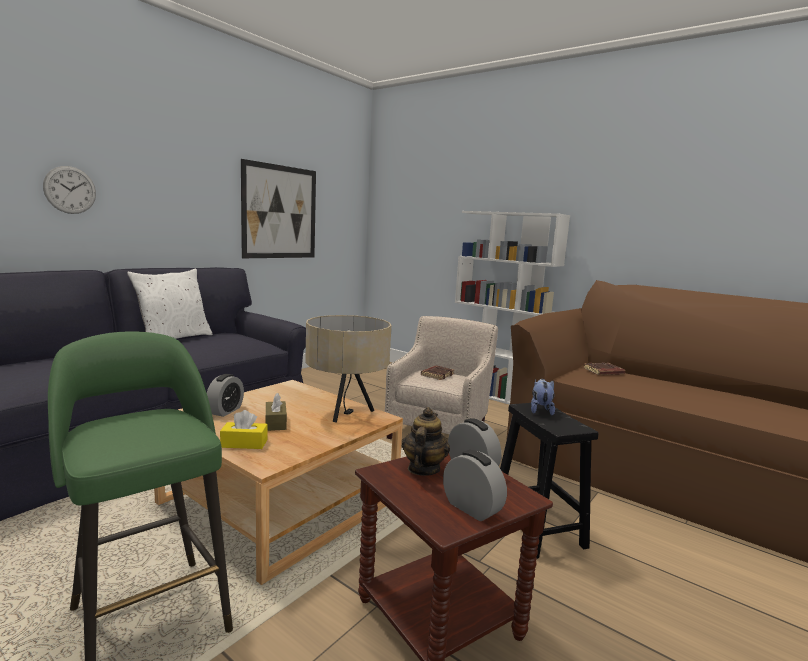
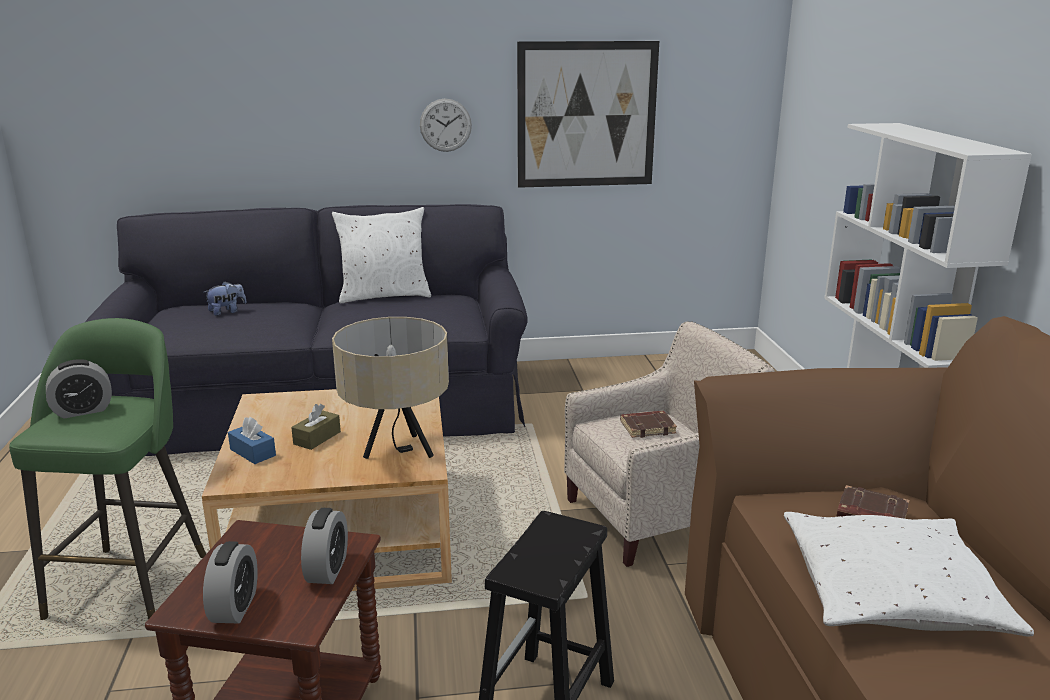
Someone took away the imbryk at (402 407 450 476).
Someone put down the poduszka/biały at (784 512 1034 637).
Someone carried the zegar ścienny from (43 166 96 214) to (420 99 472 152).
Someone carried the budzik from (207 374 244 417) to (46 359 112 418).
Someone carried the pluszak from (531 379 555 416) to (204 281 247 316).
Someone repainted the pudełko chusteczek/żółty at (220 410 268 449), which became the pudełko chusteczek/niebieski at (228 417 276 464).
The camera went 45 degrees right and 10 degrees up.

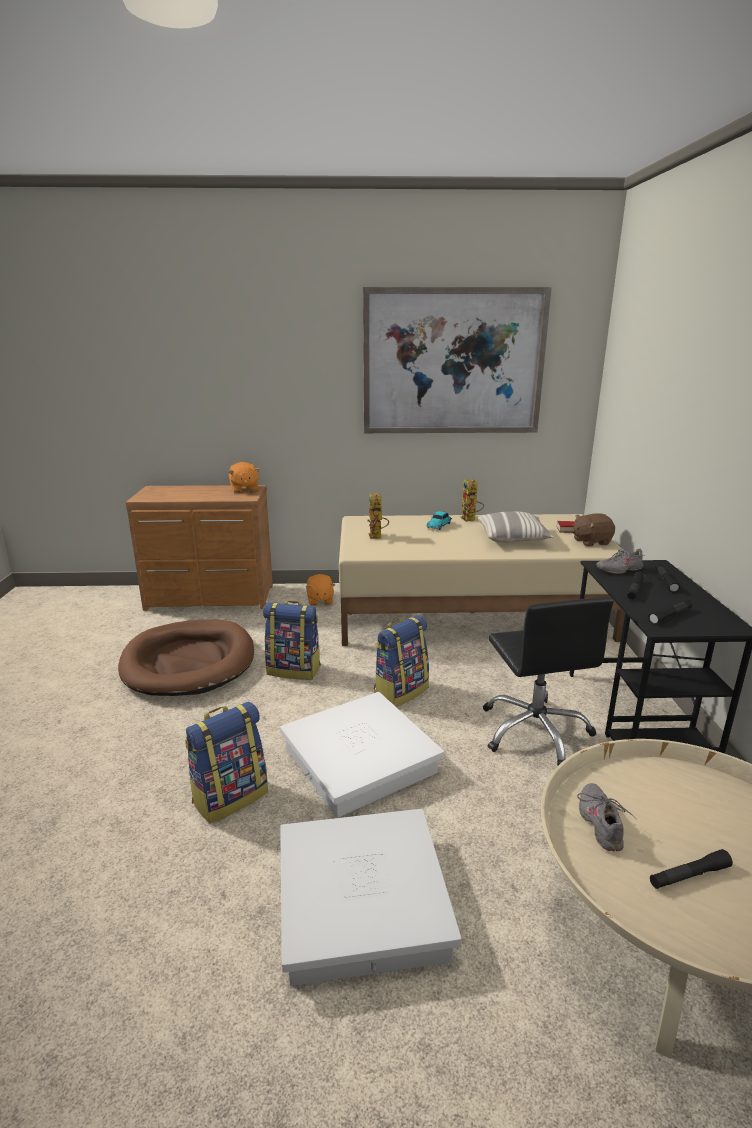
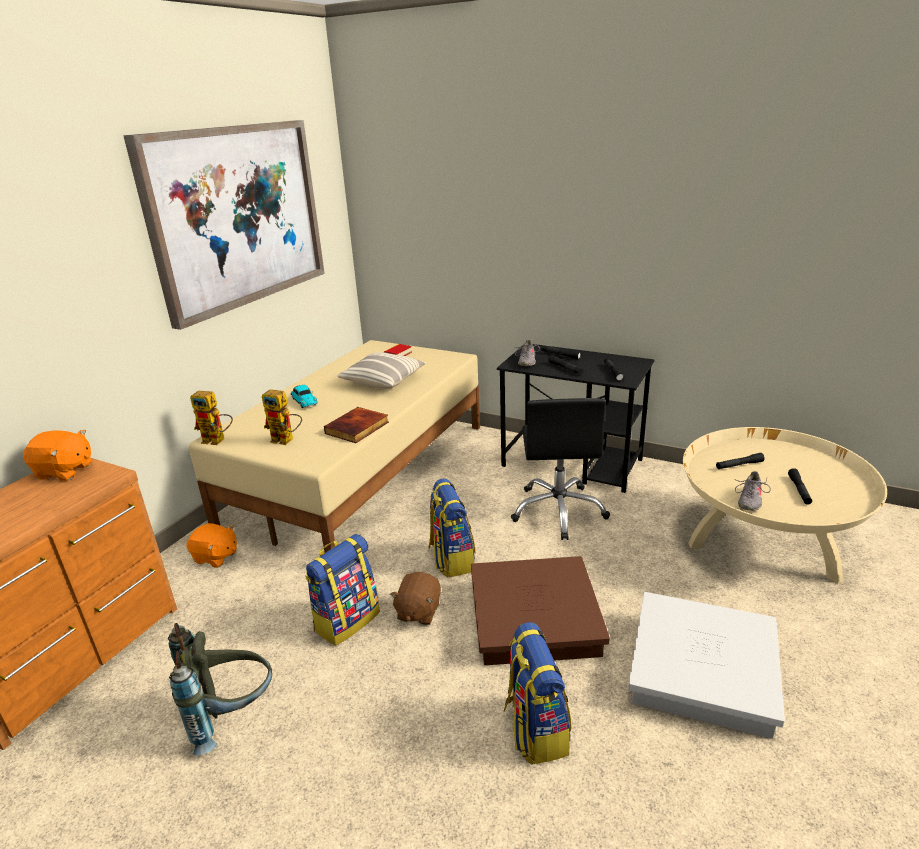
Someone put down the książka at (324 407 389 443).
Someone put down the latarka/czarny at (716 453 765 469).
Someone carried the robot zabawkowy from (461 479 484 522) to (190 391 233 445).
Someone carried the pluszak/brązowy from (572 513 615 547) to (390 572 441 625).
Someone swapped the legowisko/brązowy at (118 619 254 696) for the plecak/szary at (168 623 272 756).
Someone repainted the pojemnik do przechowywania/biały at (280 692 444 818), which became the pojemnik do przechowywania/brązowy at (471 556 610 665).
Someone rotated the krzesło biurowe/czarny at (483 597 614 766) by 75 degrees clockwise.
Someone rotated the but/szary at (577 783 637 851) by 90 degrees counterclockwise.
The camera went 60 degrees left and 5 degrees up.

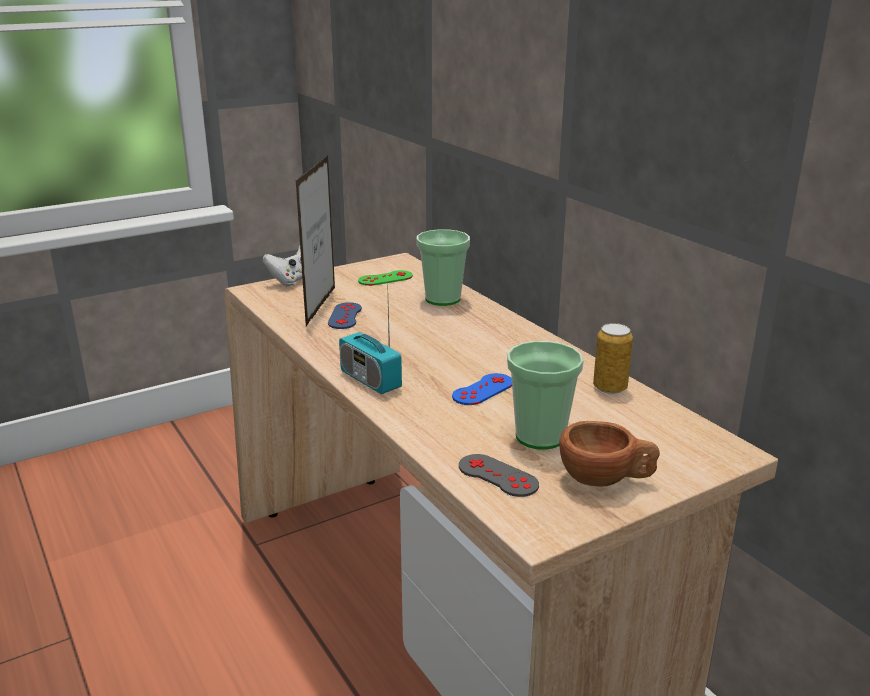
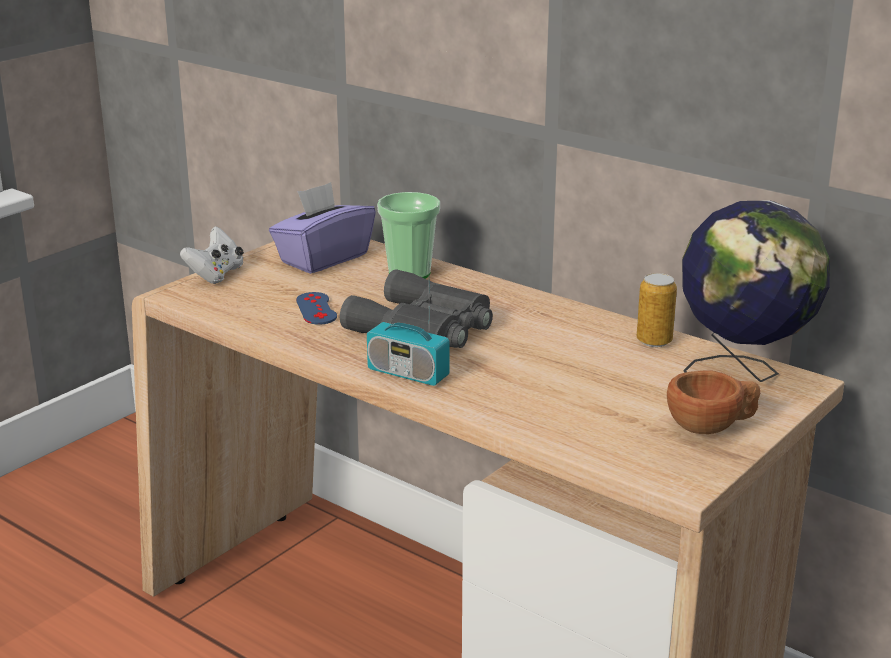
Someone took away the ramka na zdjęcie at (296 155 335 326).
Someone took away the pad do gier/niebieski at (452 373 512 405).
Someone took away the pad do gier/szary at (459 454 539 497).
Someone took away the filiżanka at (507 341 584 450).
Someone put down the lornetka/szary at (340 269 493 348).
Someone put down the globus at (682 200 830 382).
Someone swapped the pad do gier/zielony at (358 270 413 286) for the pudełko chusteczek/fioletowy at (269 182 376 274).
The camera went 20 degrees left and 0 degrees up.

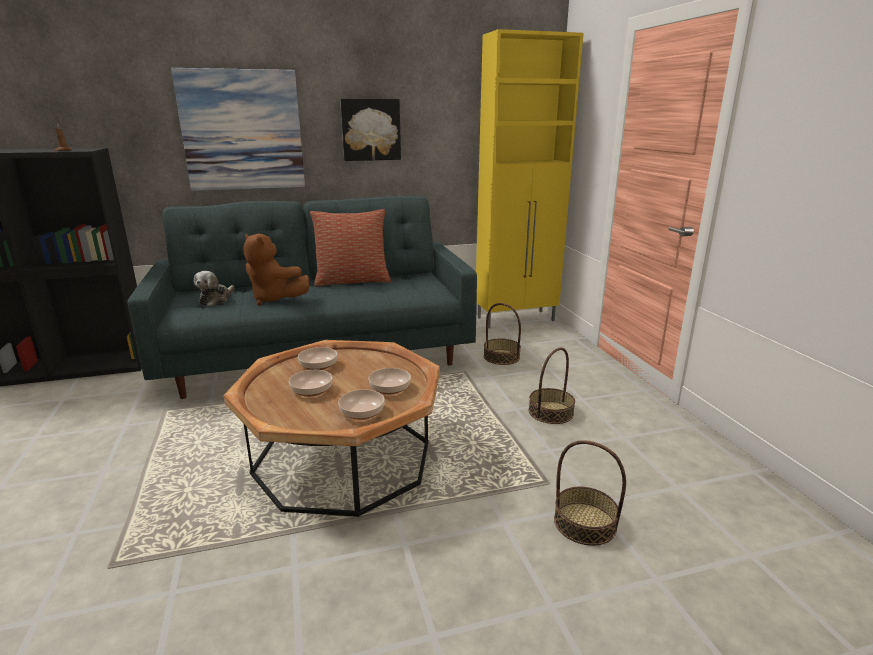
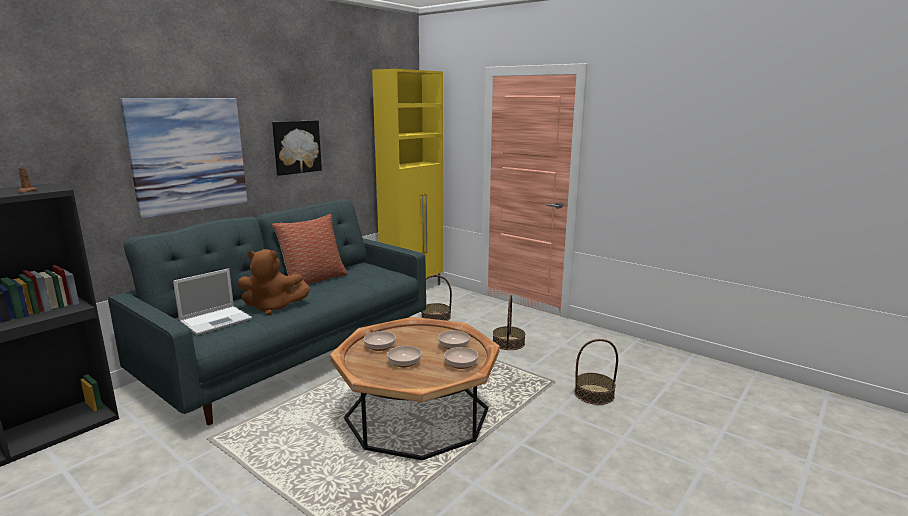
Someone swapped the pluszak at (194 271 234 306) for the laptop at (173 268 252 335).
The camera went 35 degrees left and 5 degrees down.

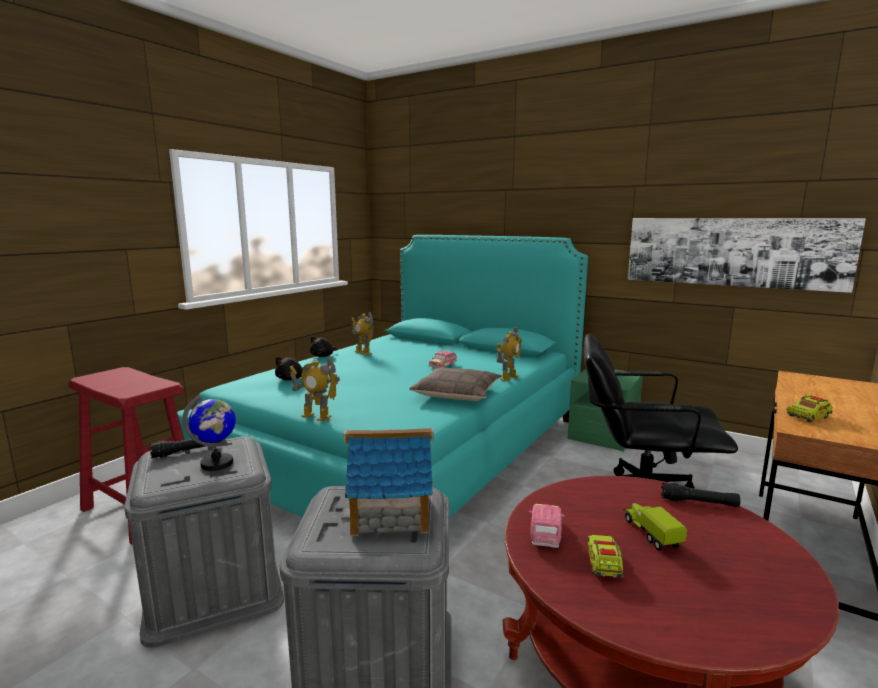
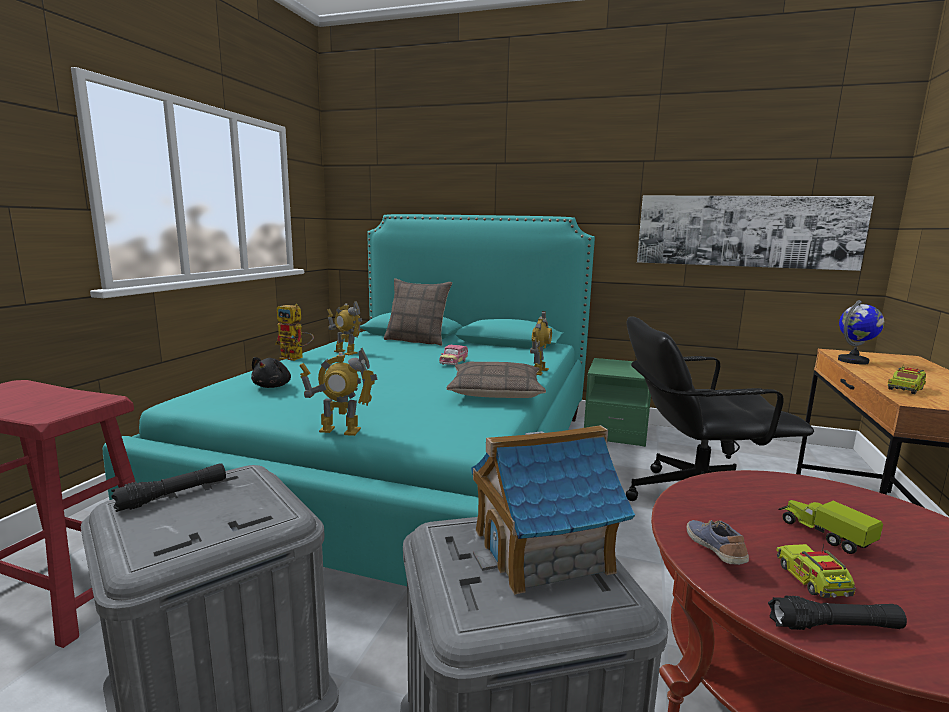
Someone put down the poduszka at (384 278 452 346).
Someone carried the globus from (183 395 236 471) to (838 300 884 365).
Someone carried the latarka/czarny from (661 483 740 507) to (768 596 907 630).
Someone swapped the pluszak/czarny at (310 337 337 357) for the robot zabawkowy at (275 304 314 361).
Someone swapped the samochodzik at (529 504 565 548) for the but at (687 520 749 565).
The camera went 15 degrees left and 0 degrees up.

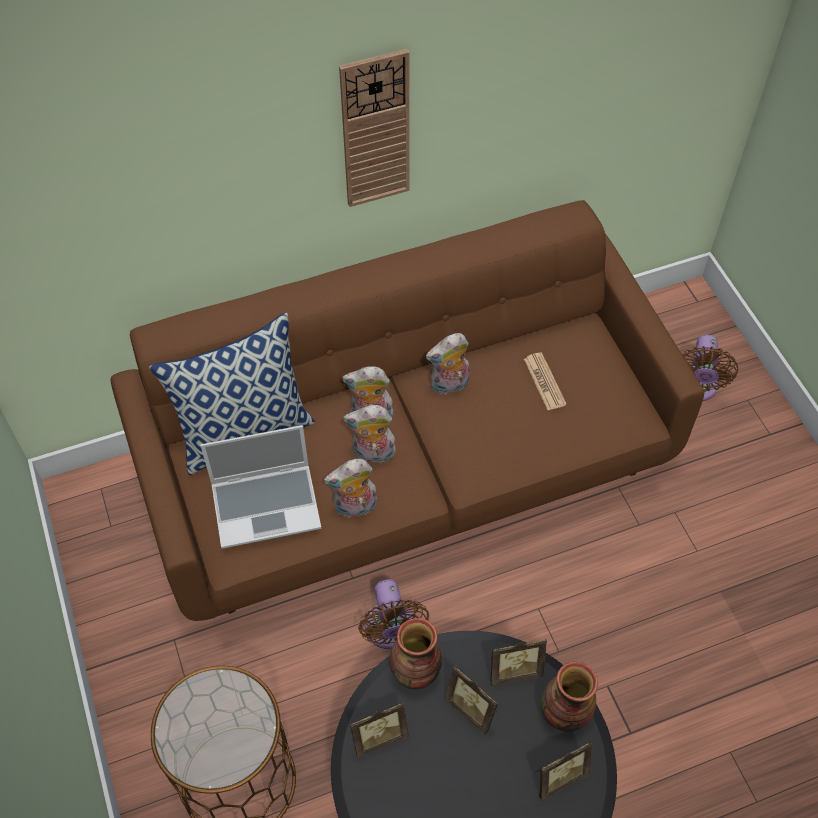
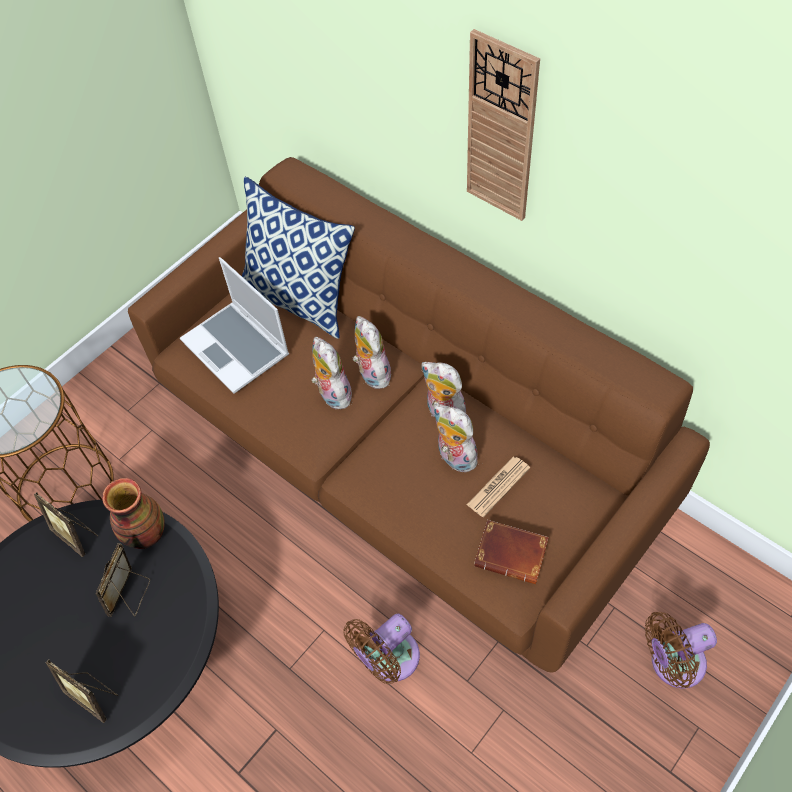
Someone took away the ramka na zdjęcie at (491 640 547 686).
Someone took away the wazon at (541 661 598 732).
Someone put down the książka/brązowy at (474 520 549 584).
Someone carried the pluszak from (324 459 377 518) to (433 404 483 473).
Someone carried the wentylator/brązowy from (358 579 429 649) to (344 614 420 684).
The camera went 65 degrees right and 0 degrees up.

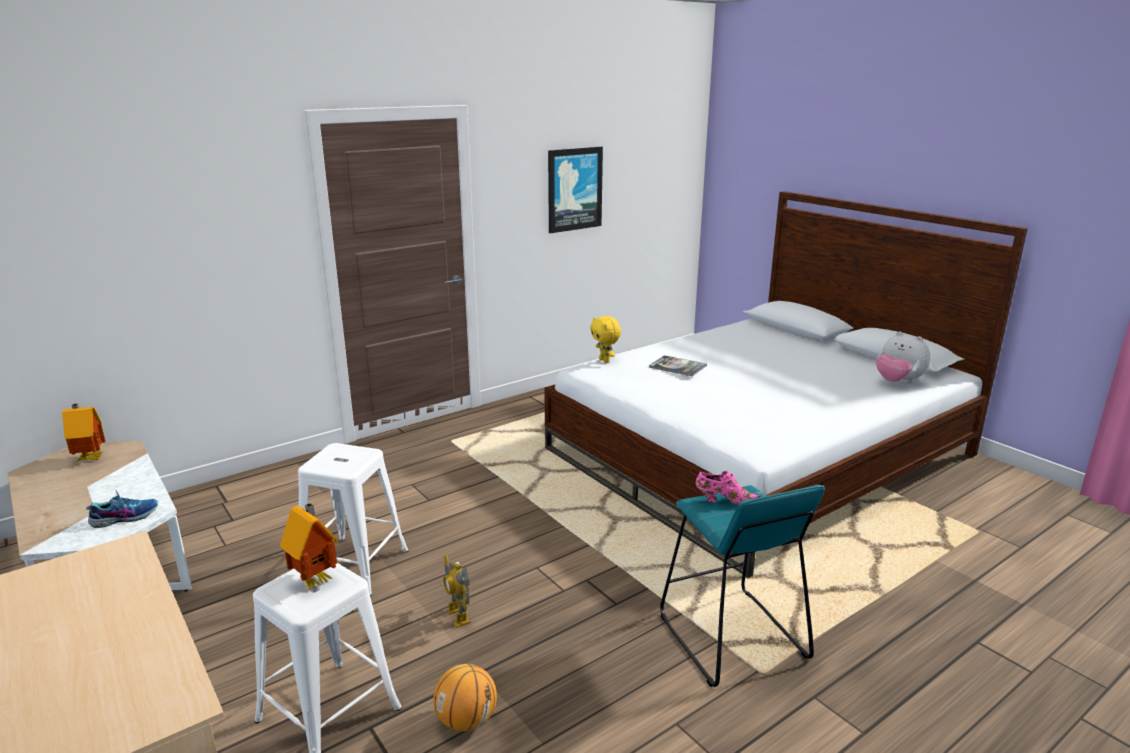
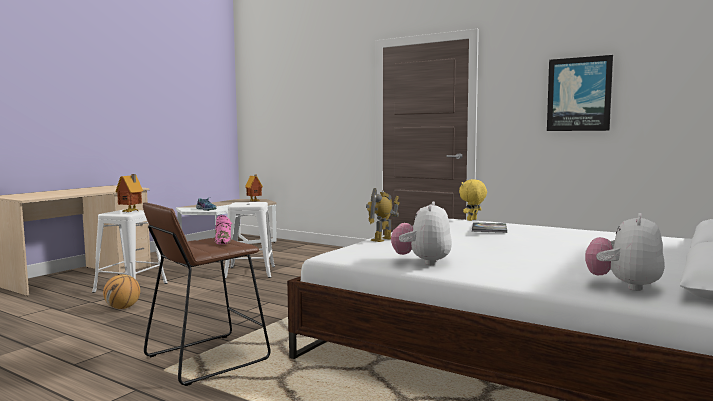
Someone put down the pluszak at (391 201 452 265).
Someone carried the robot zabawkowy from (443 555 471 628) to (366 188 399 242).
Someone repainted the stołek/turkusowy at (660 485 825 687), which became the stołek/brązowy at (143 203 271 386).
The camera went 70 degrees right and 15 degrees down.

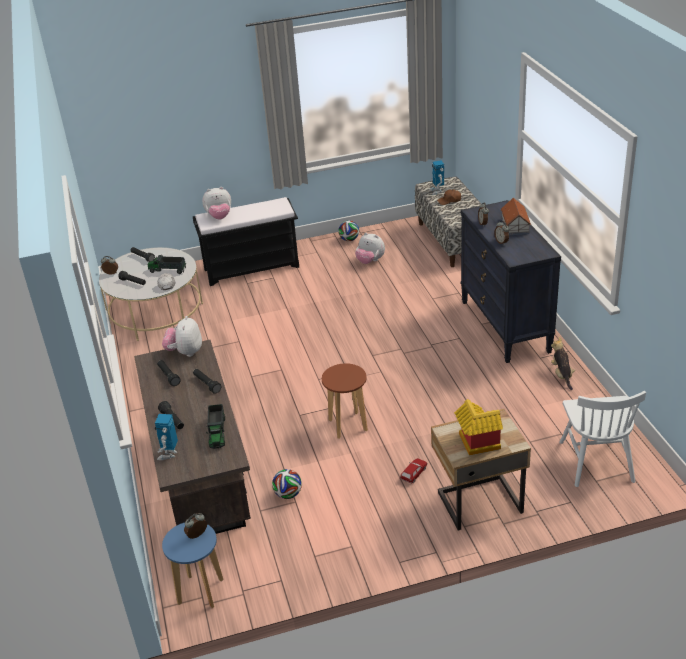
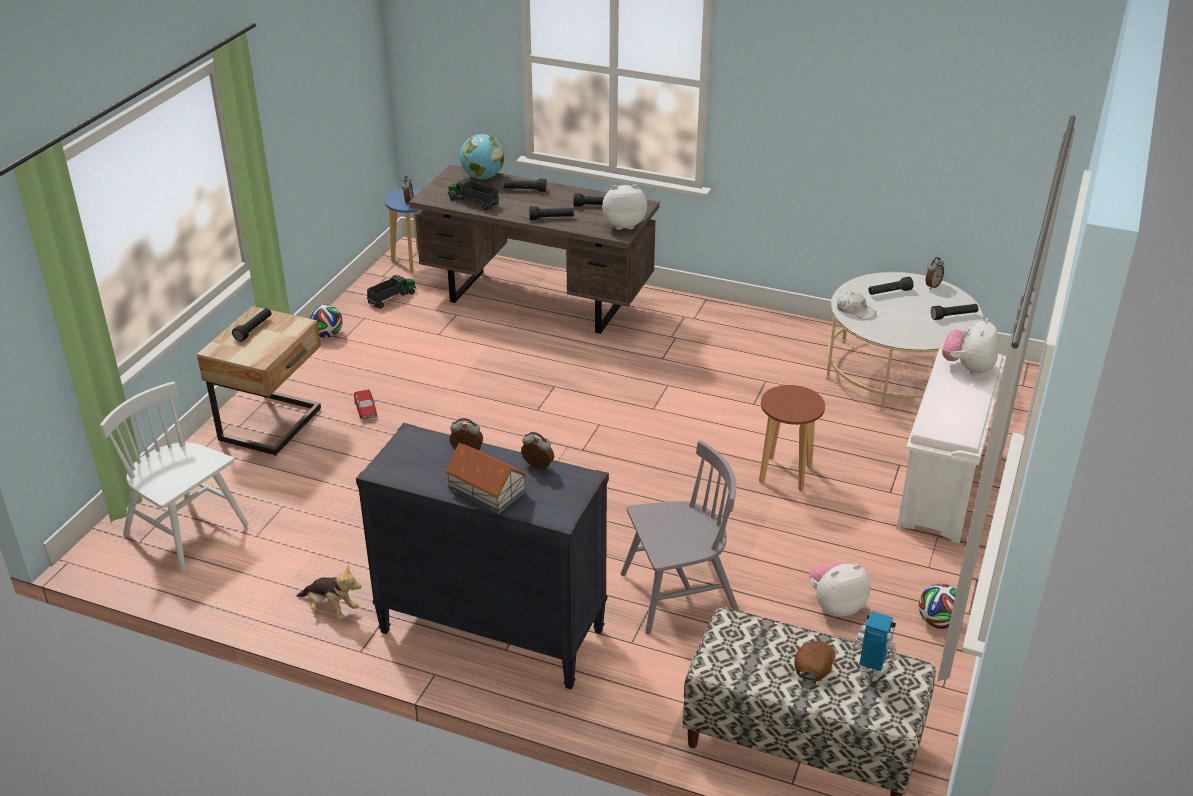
Someone put down the krzesło/szary at (621 440 740 635).
Someone carried the ciężarówka zabawkowa from (148 255 187 274) to (366 275 416 309).
Someone carried the piłka futbolowa from (272 469 302 499) to (309 304 343 338).
Someone carried the stołek/brązowy from (322 363 368 438) to (759 385 825 491).
Someone swapped the robot zabawkowy at (154 414 178 460) for the globus at (460 134 504 179).
Someone swapped the domek at (454 399 503 456) for the latarka/czarny at (232 308 271 342).
Someone repainted the ławka/czarny at (193 197 299 286), which became the ławka/biały at (897 344 1006 544).
Someone rotated the pluszak at (162 316 202 357) by 45 degrees counterclockwise.
The camera went 125 degrees right and 0 degrees up.

